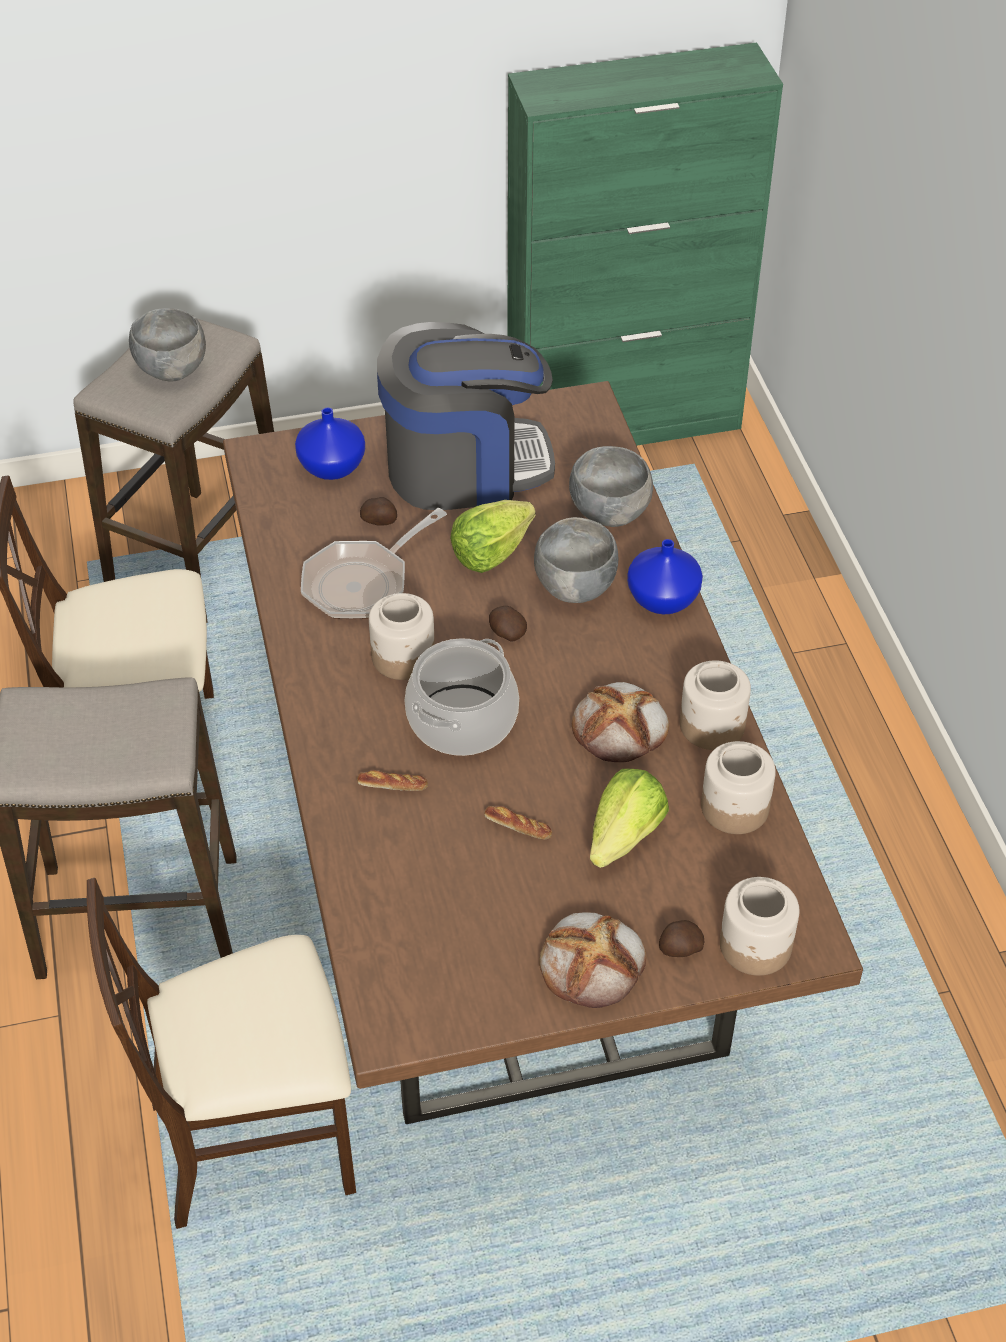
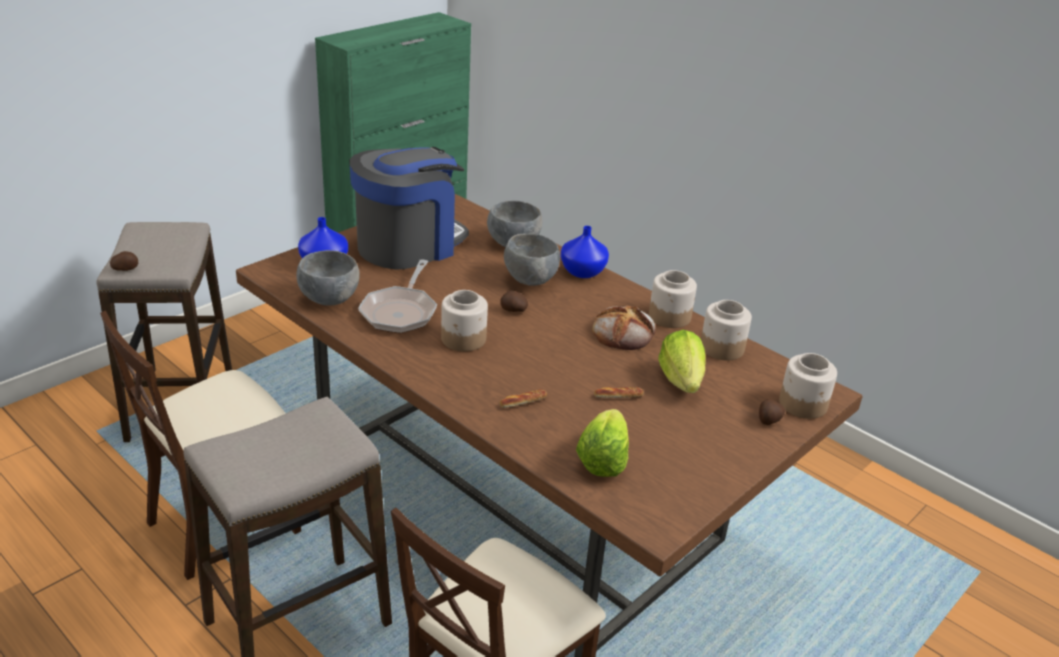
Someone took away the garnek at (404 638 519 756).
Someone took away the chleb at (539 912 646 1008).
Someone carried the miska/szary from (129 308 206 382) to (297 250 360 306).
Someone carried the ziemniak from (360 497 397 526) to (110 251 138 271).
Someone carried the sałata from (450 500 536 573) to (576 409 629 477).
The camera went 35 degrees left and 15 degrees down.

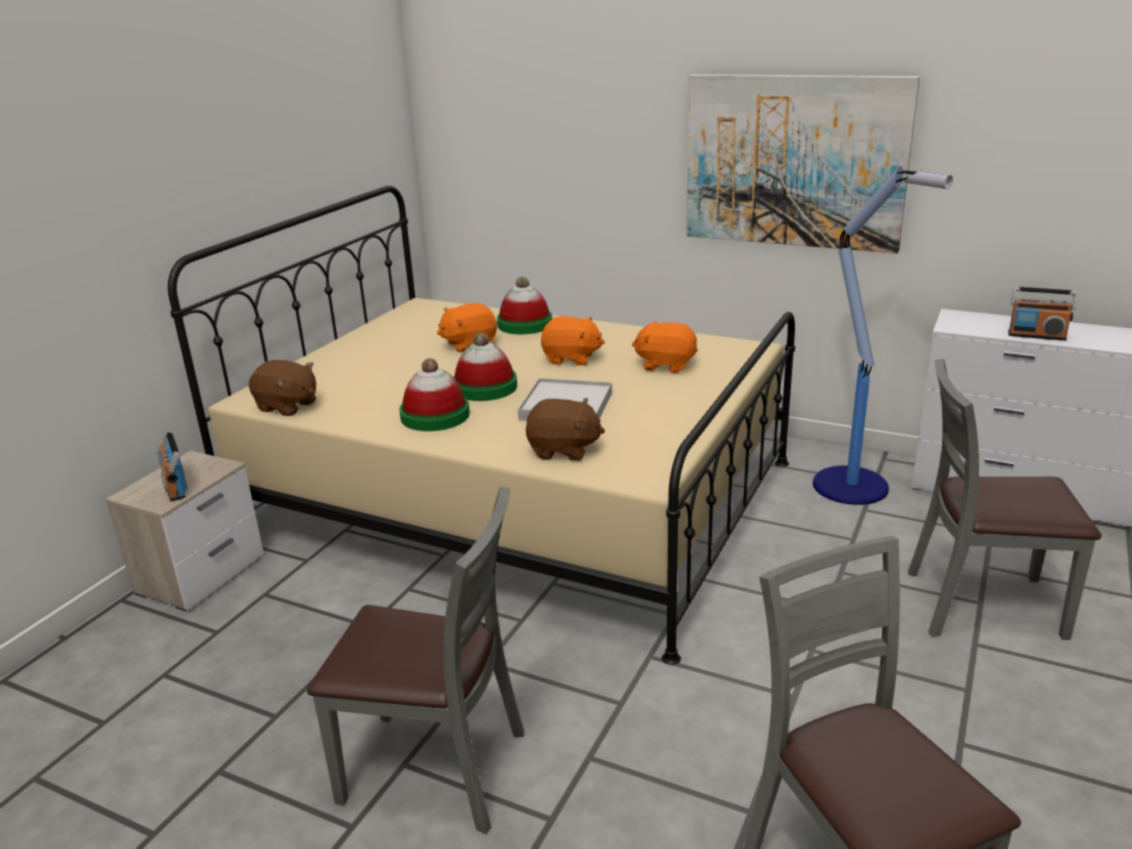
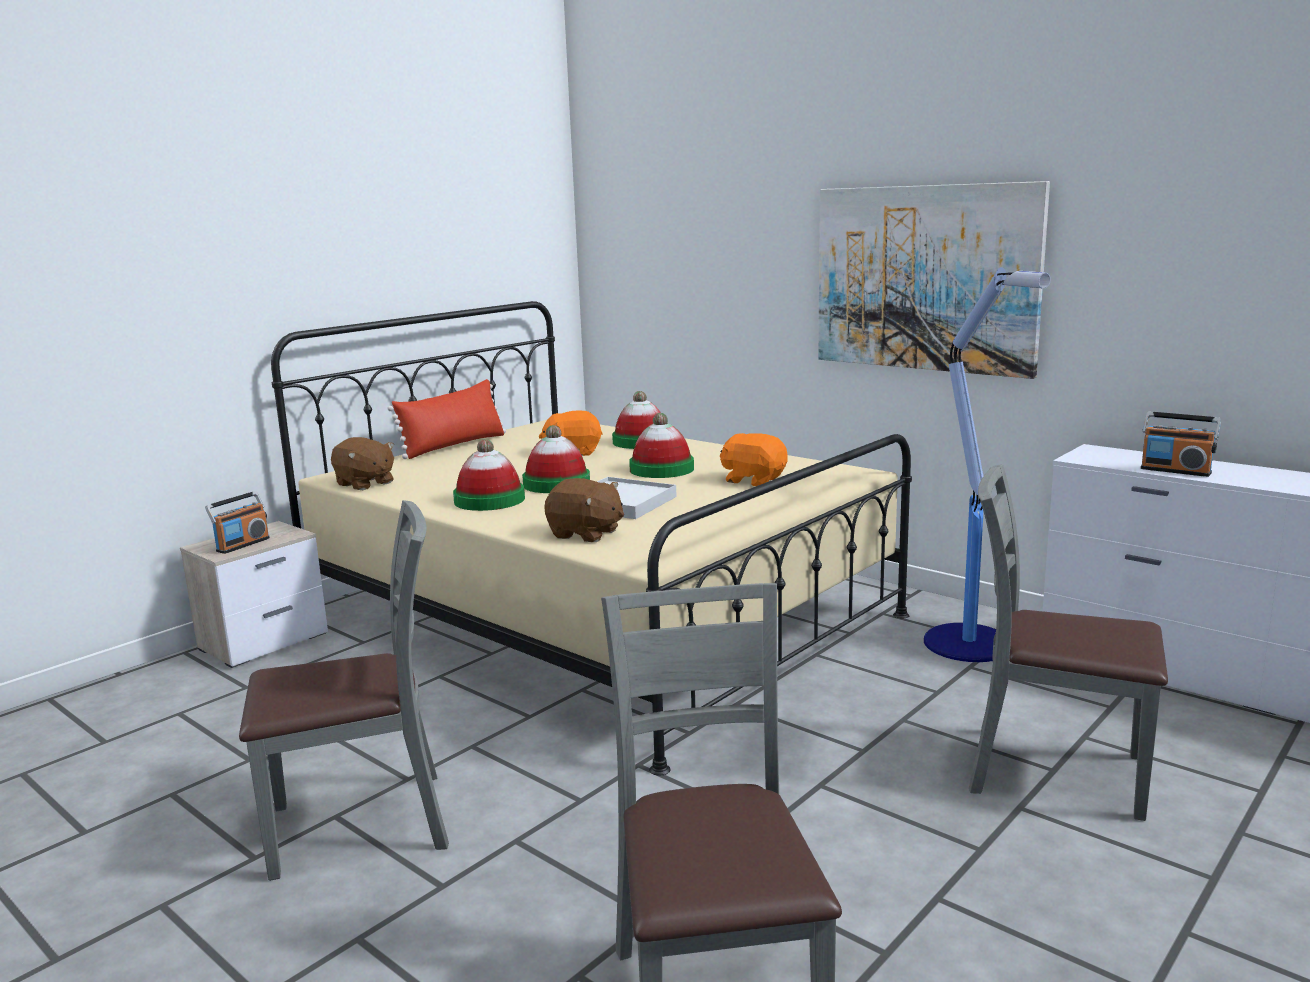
Someone put down the poduszka/czerwony at (387 379 506 459).
Someone swapped the pluszak/pomarańczowy at (541 316 605 366) for the kapelusz at (629 413 694 478).
Someone rotated the radio at (157 431 188 501) by 135 degrees counterclockwise.
Someone rotated the krzesło/szary at (307 486 524 834) by 45 degrees counterclockwise.
The camera went 15 degrees right and 10 degrees down.

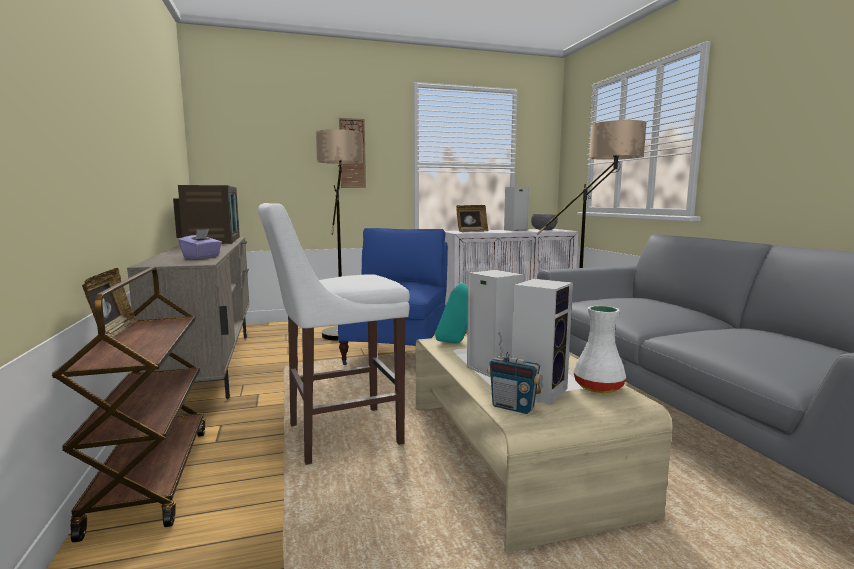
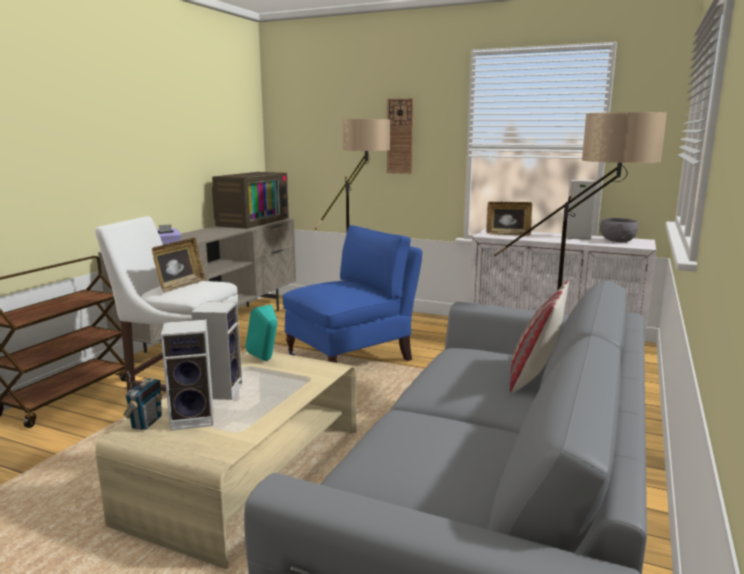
Someone took away the wazon/biały at (574 306 626 393).
Someone put down the poduszka at (510 281 569 393).
Someone carried the ramka na zdjęcie from (82 268 138 337) to (152 238 206 292).
Someone rotated the radio at (487 332 543 414) by 150 degrees counterclockwise.
The camera went 40 degrees right and 5 degrees up.

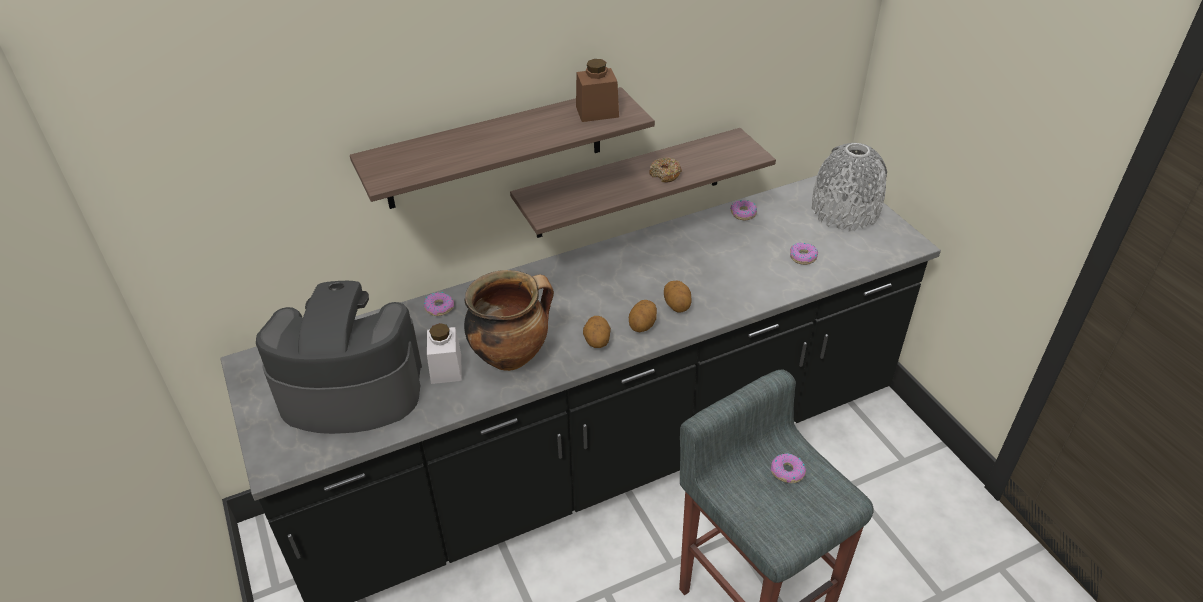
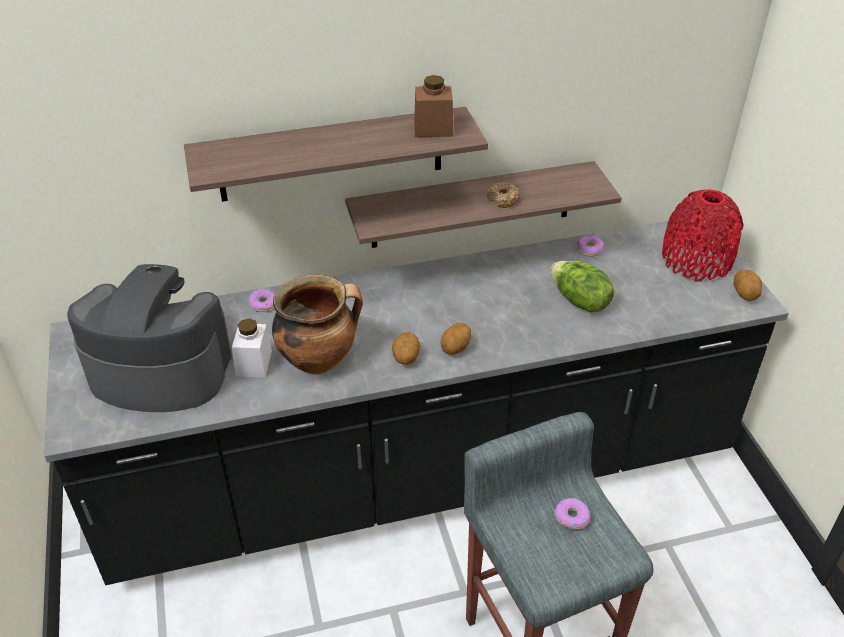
Someone took away the donut at (790 243 818 265).
Someone put down the sałata at (550 261 614 313).
Someone carried the ziemniak from (664 281 691 313) to (733 270 762 301).
Someone repainted the wazon/szary at (811 143 887 232), which became the wazon/czerwony at (662 190 744 282).
The camera went 10 degrees right and 0 degrees up.

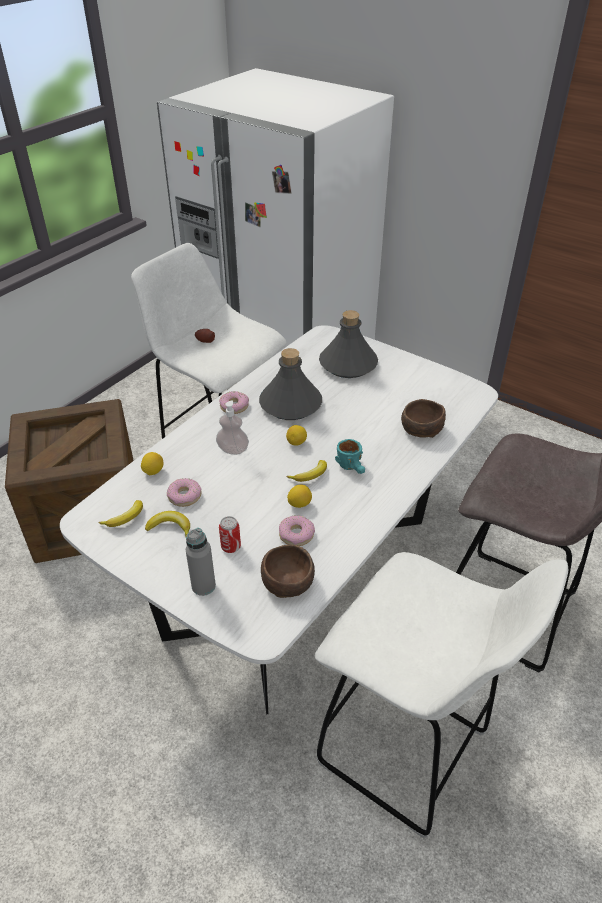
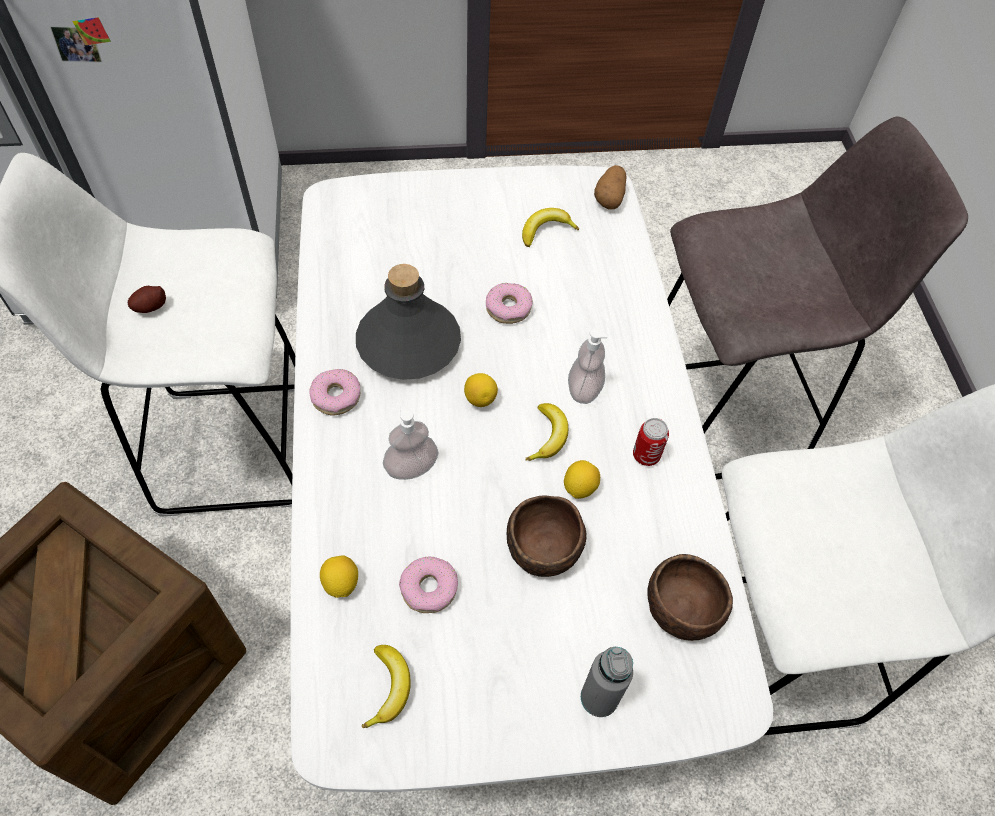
Someone took away the butelka/szary at (319 310 378 378).
Someone put down the ziemniak at (594 165 627 210).
Someone carried the banan from (145 511 190 536) to (522 208 579 247).
Someone carried the puszka from (219 516 241 553) to (633 418 669 466).
Someone carried the donut from (279 515 315 546) to (486 283 533 324).
Someone carried the miska/brązowy from (401 399 446 438) to (507 495 587 577).
Someone swapped the kubek/turkusowy at (335 439 365 474) for the dozownik mydła at (568 328 608 404).
The camera went 45 degrees left and 15 degrees up.

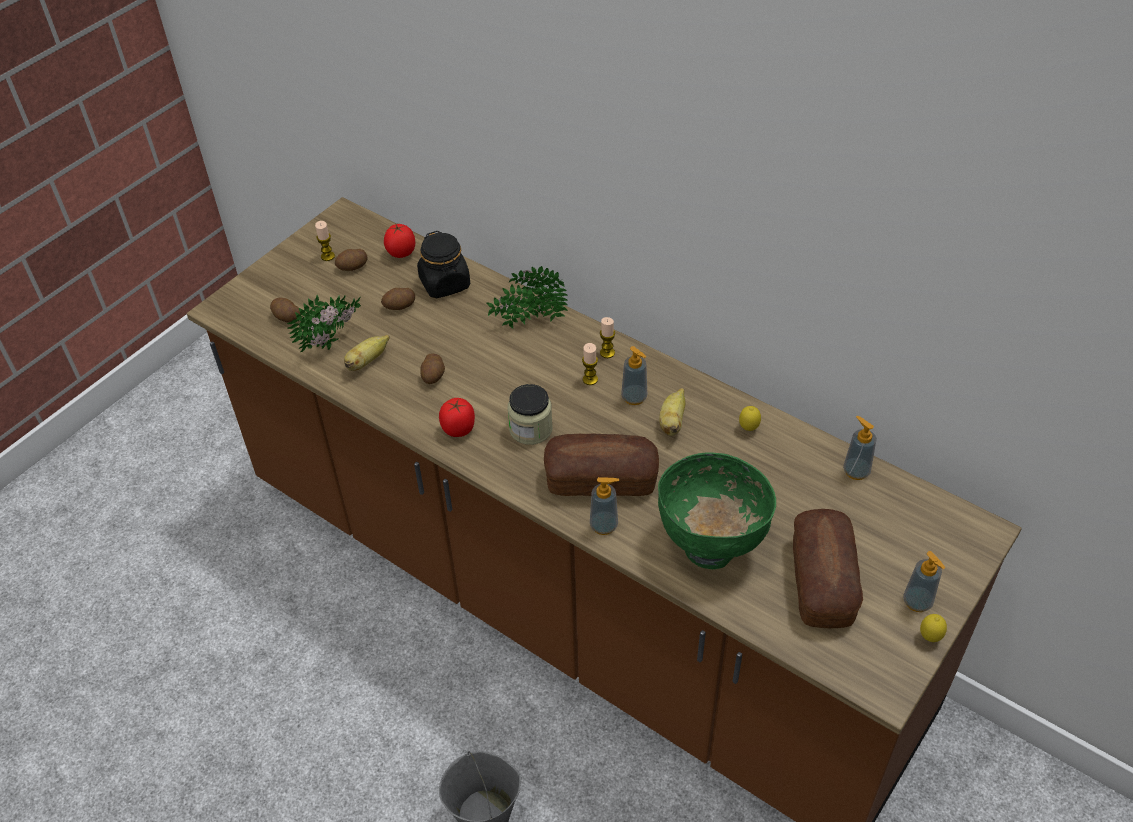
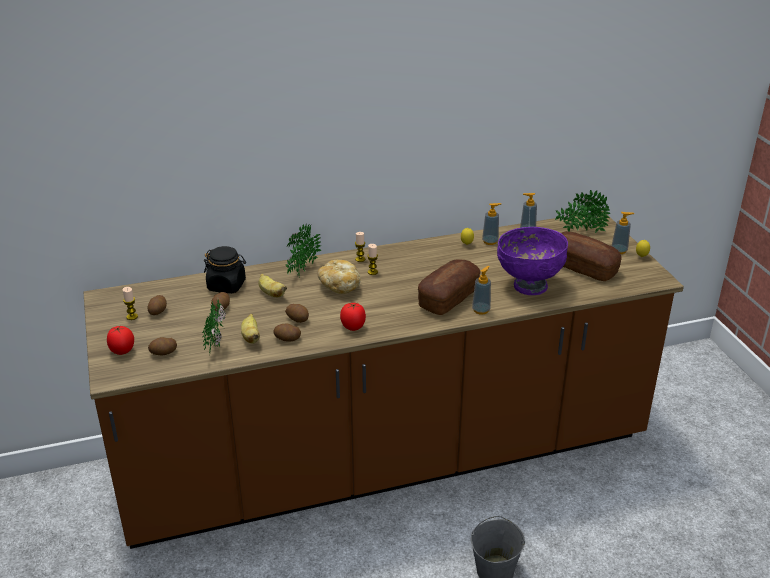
Someone took away the słoik at (507 384 553 445).
Someone put down the ziemniak at (273 324 301 341).
Someone put down the chleb at (318 260 361 294).
Someone put down the roślina doniczkowa at (555 190 610 233).
Someone carried the pomidor from (384 223 415 258) to (107 326 134 355).
Someone carried the dozownik mydła from (621 346 647 405) to (482 203 501 245).
Someone carried the banan from (659 388 686 436) to (258 274 287 297).
Someone repainted the miska/zielony at (658 452 776 569), which became the miska/fioletowy at (497 227 568 295).
The camera went 55 degrees left and 15 degrees down.

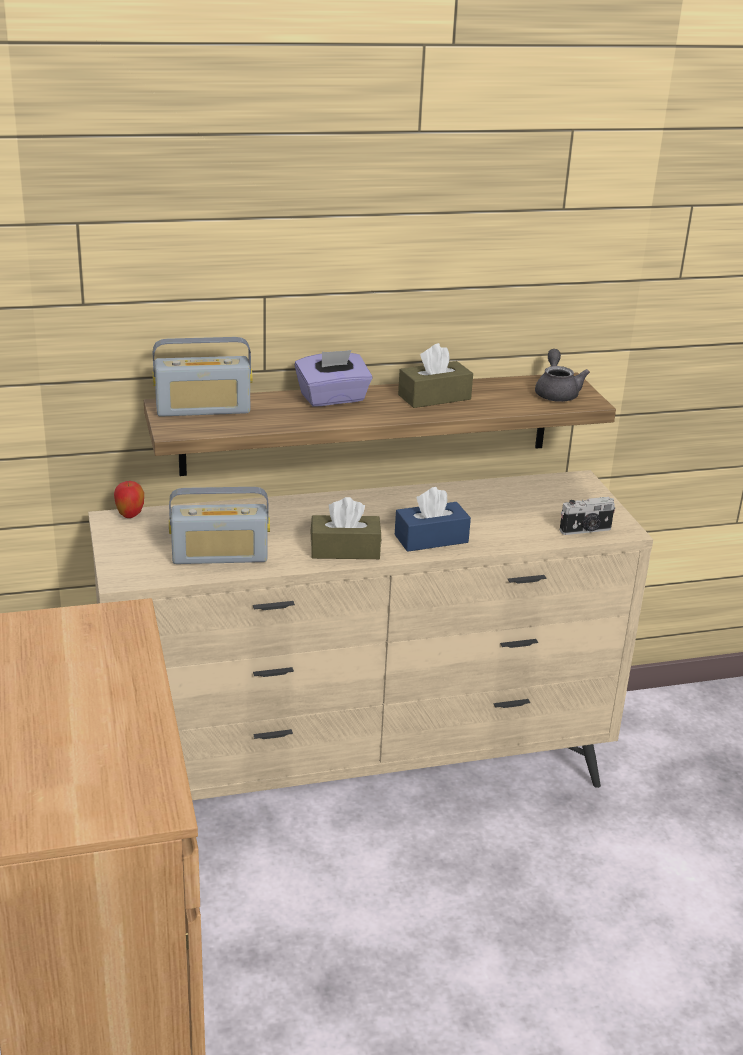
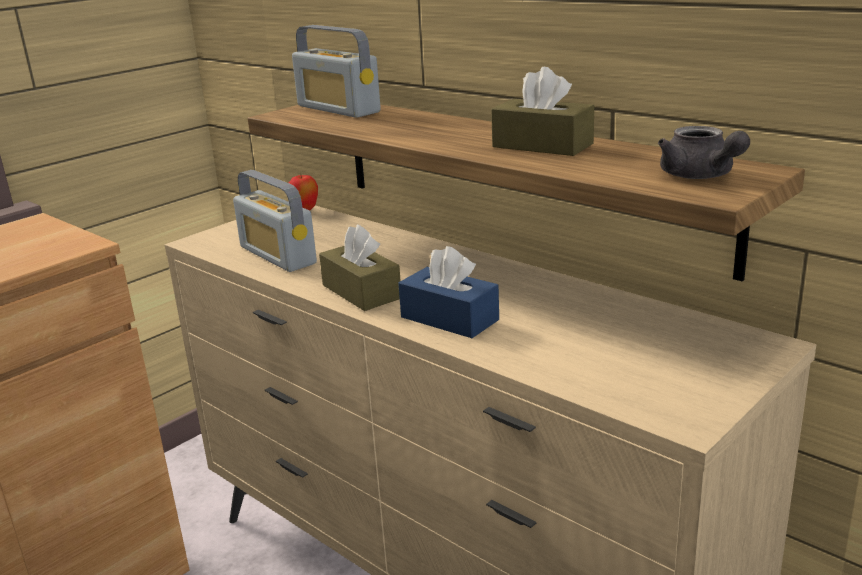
Someone took away the pudełko chusteczek/fioletowy at (295 350 372 407).
Someone took away the aparat fotograficzny at (560 497 615 535).
Someone rotated the imbryk/szary at (535 349 590 402) by 105 degrees clockwise.
The camera went 60 degrees right and 5 degrees down.

